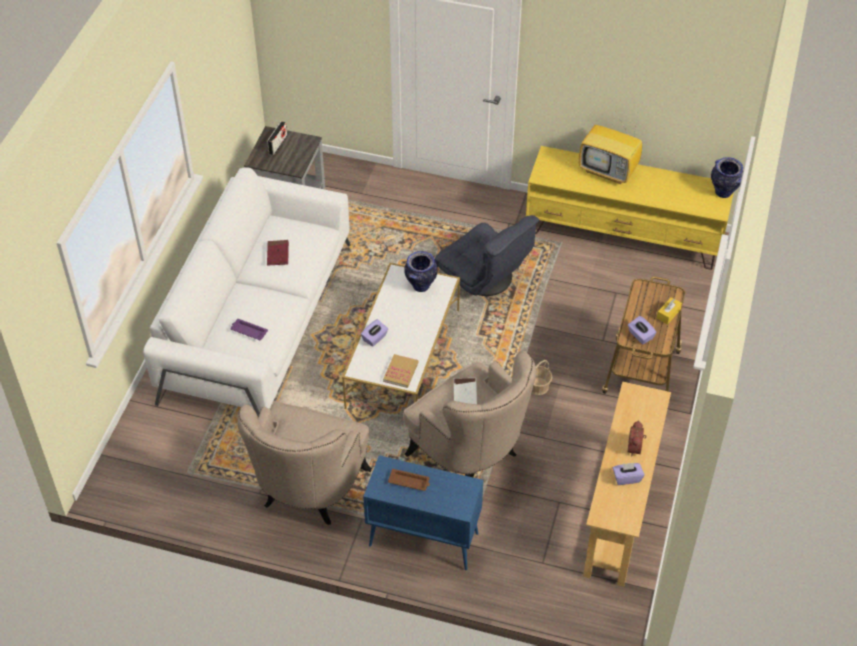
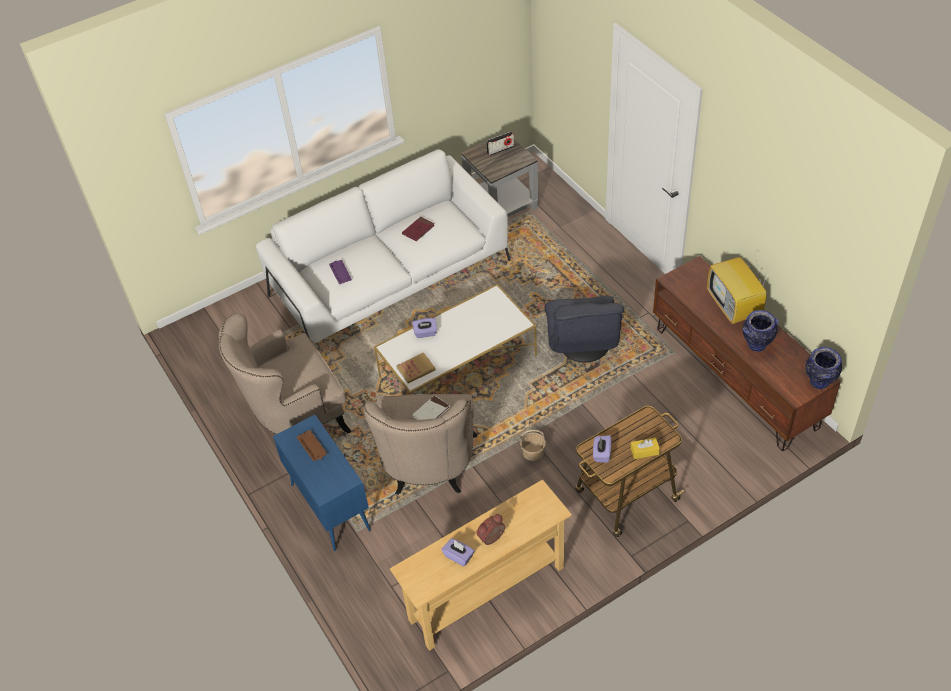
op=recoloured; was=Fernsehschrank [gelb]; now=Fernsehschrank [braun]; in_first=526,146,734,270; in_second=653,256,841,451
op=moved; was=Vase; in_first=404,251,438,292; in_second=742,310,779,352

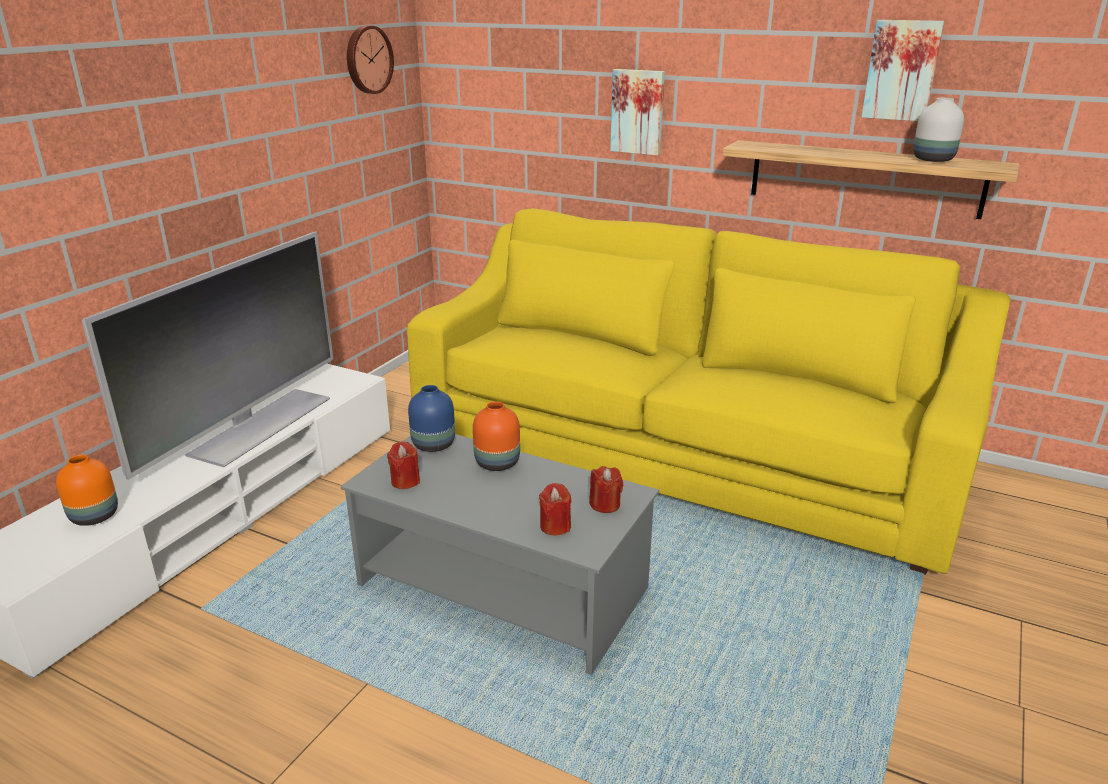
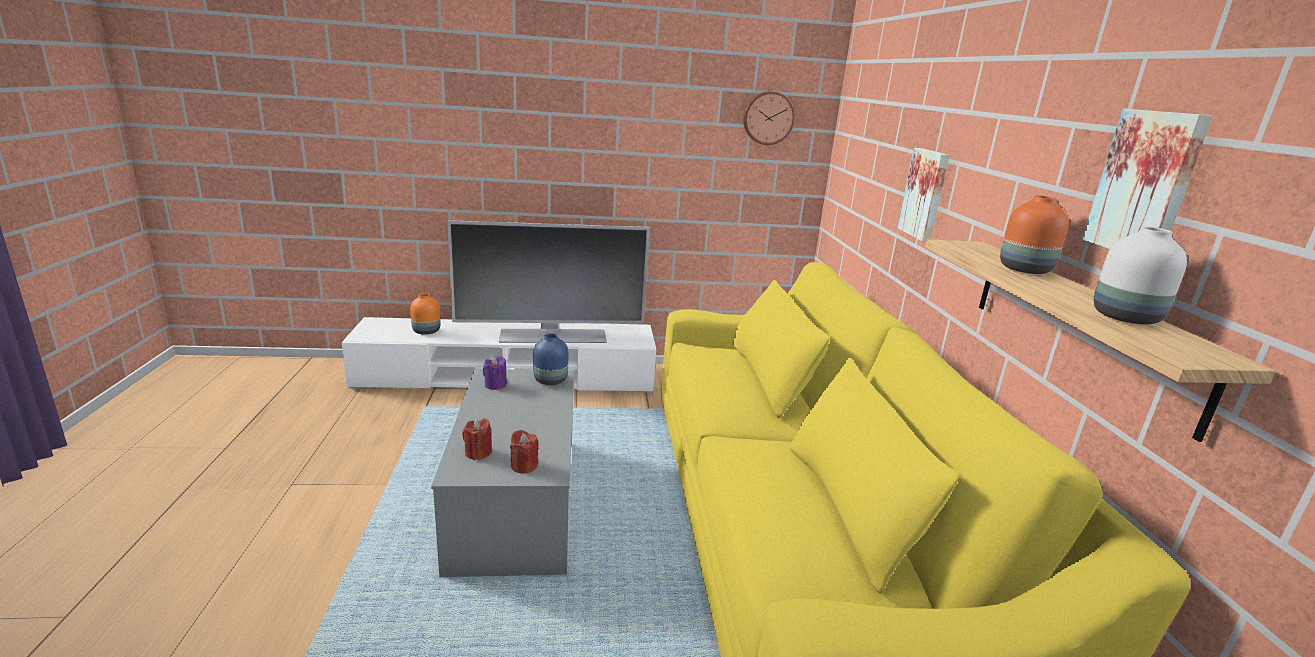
op=moved; was=Vase [orange]; in_first=473,401,520,471; in_second=1000,195,1069,274
op=recoloured; was=Kerze [rot]; now=Kerze [lila]; in_first=387,442,420,489; in_second=483,356,507,390

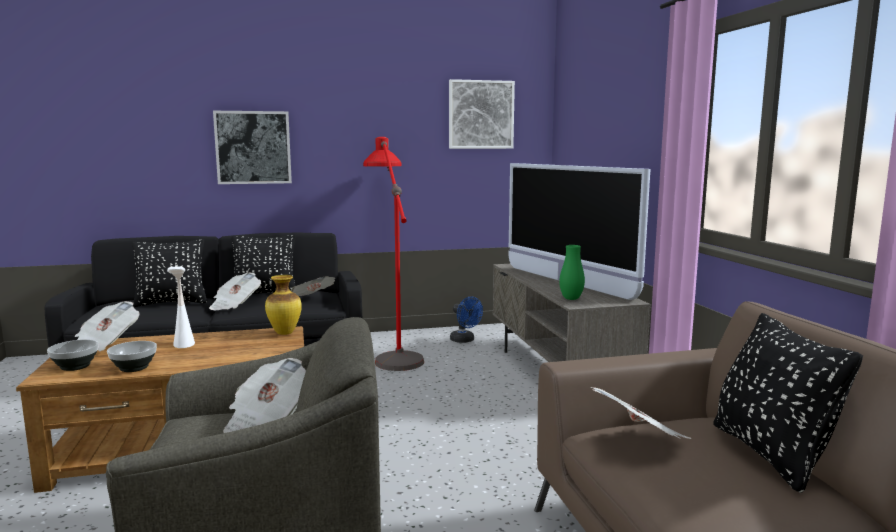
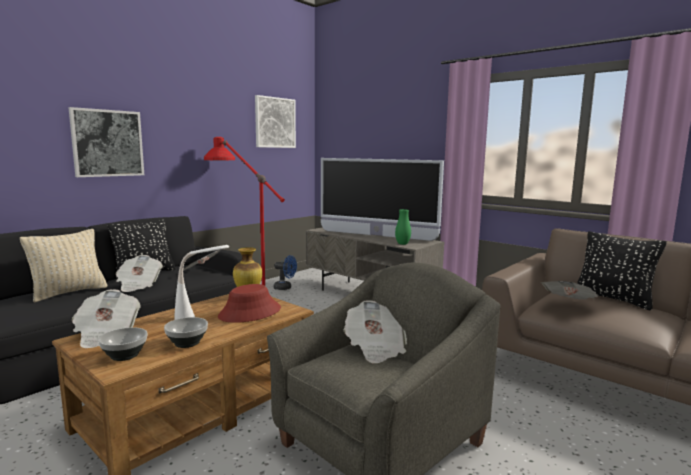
op=recoloured; was=Kissen [schwarz]; now=Kissen [beige]; in_first=132,239,207,307; in_second=20,229,107,302
op=added; now=Hut [rot]; in_second=218,284,281,323

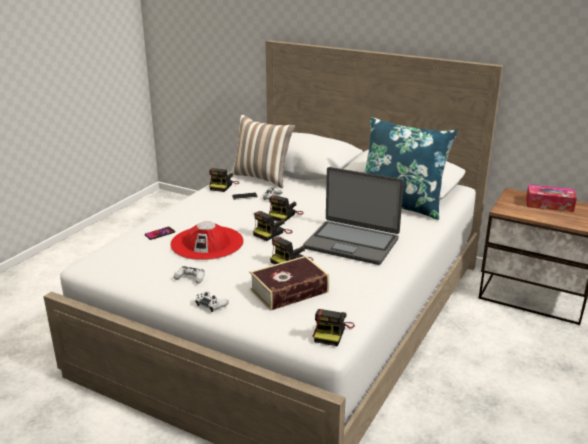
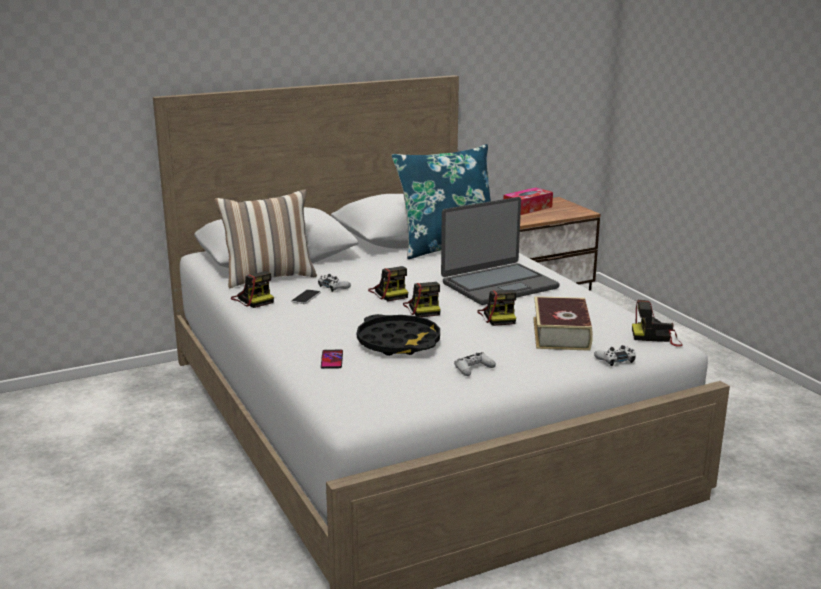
op=replaced; was=Hut [rot]; now=Tablett [schwarz]; in_first=170,221,244,260; in_second=357,314,440,356
op=moved; was=Gamepad [weiß]; in_first=195,291,229,312; in_second=594,345,636,366
op=turned; was=Kamera; in_first=313,309,355,346; in_second=632,300,683,347; clockwise=135

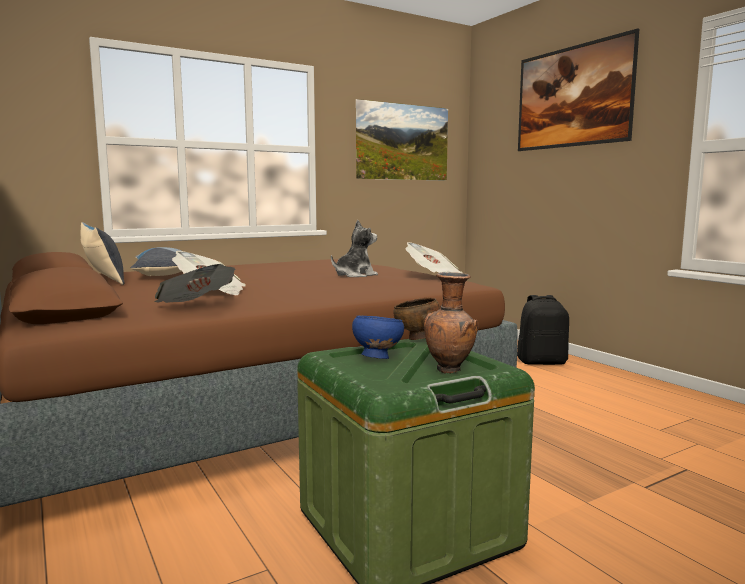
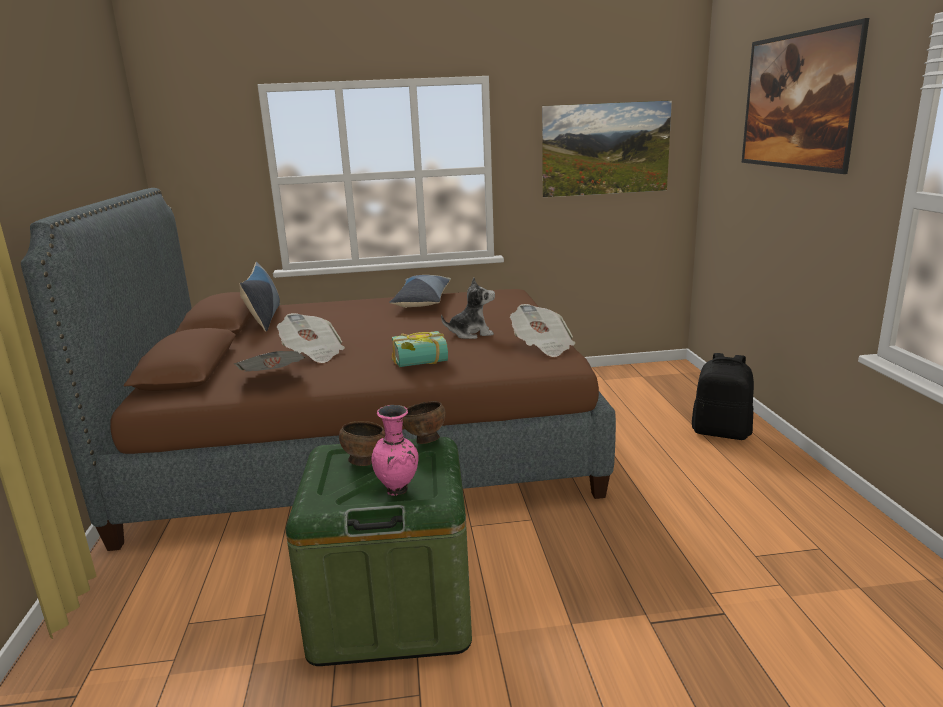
op=moved; was=Kissen; in_first=130,247,182,276; in_second=389,275,451,308
op=recoloured; was=Vase [braun]; now=Vase [rosa]; in_first=424,272,479,374; in_second=371,405,419,496
op=recoloured; was=Schüssel [blau]; now=Schüssel [braun]; in_first=352,315,404,359; in_second=339,421,385,466
op=added; now=Buch; in_second=392,331,448,367

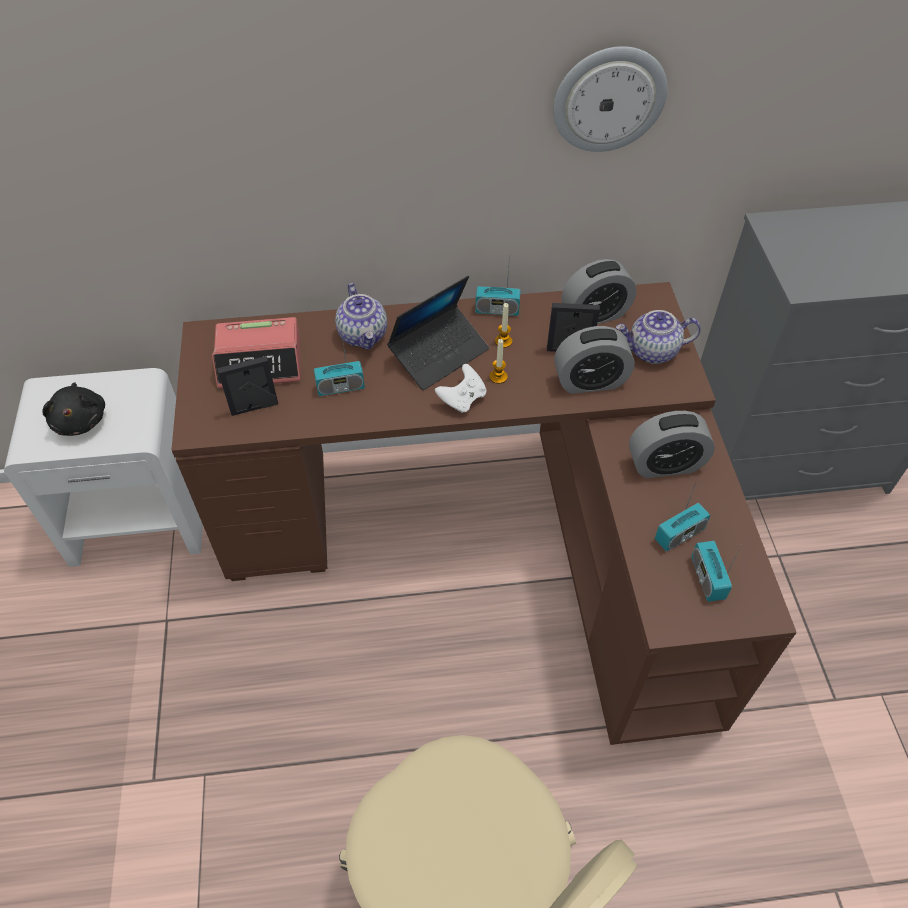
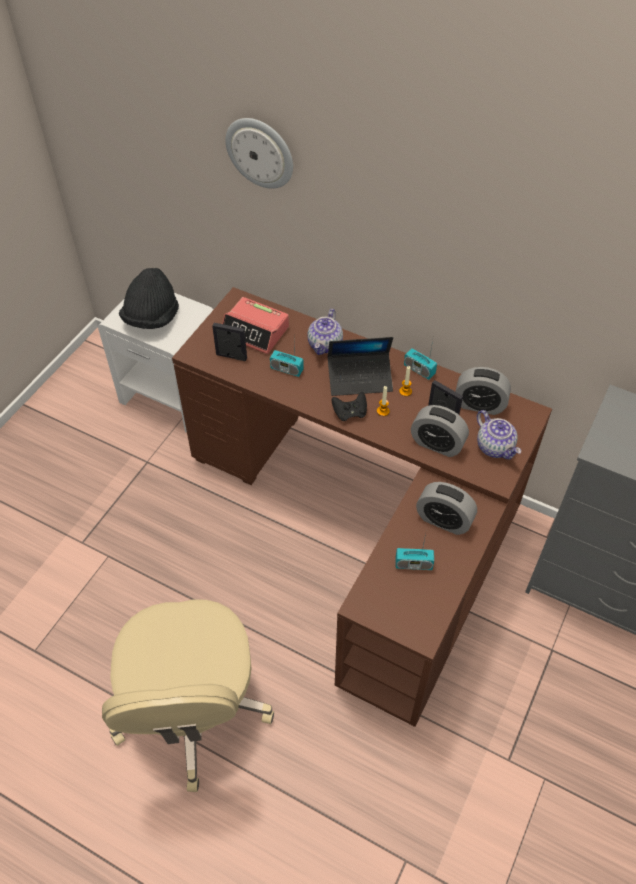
op=moved; was=Wanduhr; in_first=553,46,668,152; in_second=225,118,293,189
op=turned; was=Teekanne; in_first=616,310,701,364; in_second=477,410,521,459; clockwise=-150
op=recoloured; was=Gamepad [weiß]; now=Gamepad [schwarz]; in_first=435,364,487,413; in_second=332,392,367,421
op=replaced; was=Plüschtier [schwarz]; now=Hut [schwarz]; in_first=42,382,105,436; in_second=119,268,179,329
op=removed; was=Radio; in_first=691,541,742,602

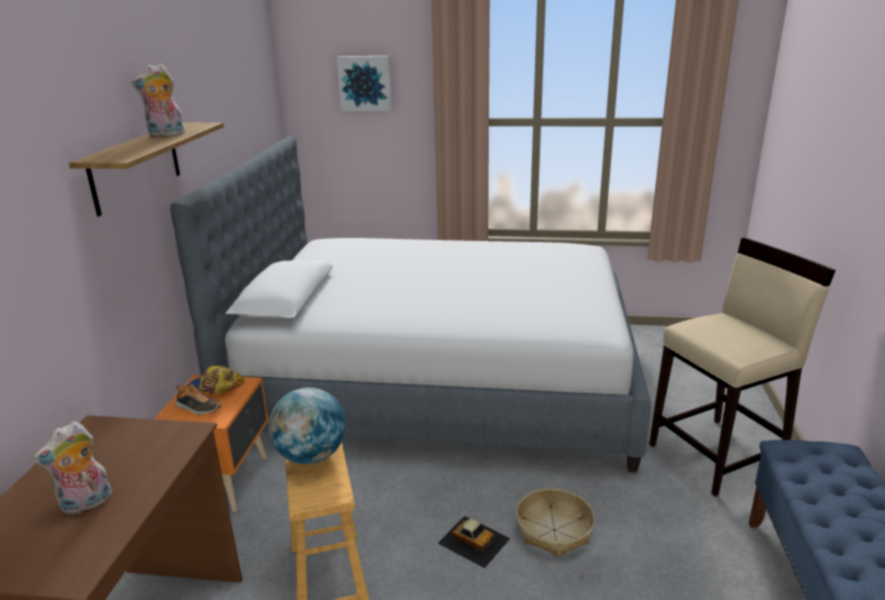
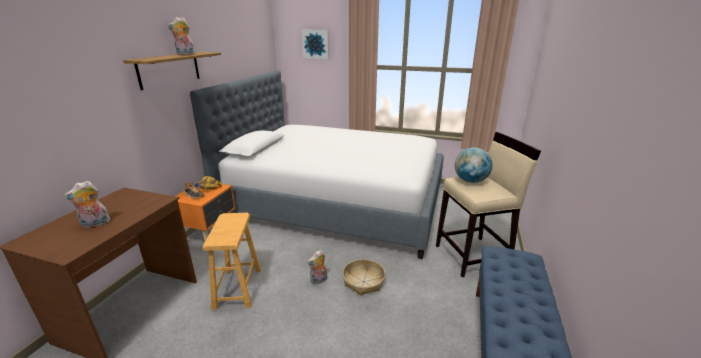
op=moved; was=Globus; in_first=269,387,346,464; in_second=455,147,492,183
op=replaced; was=Spielzeugauto; now=Plüschtier; in_first=438,516,510,568; in_second=307,250,327,284

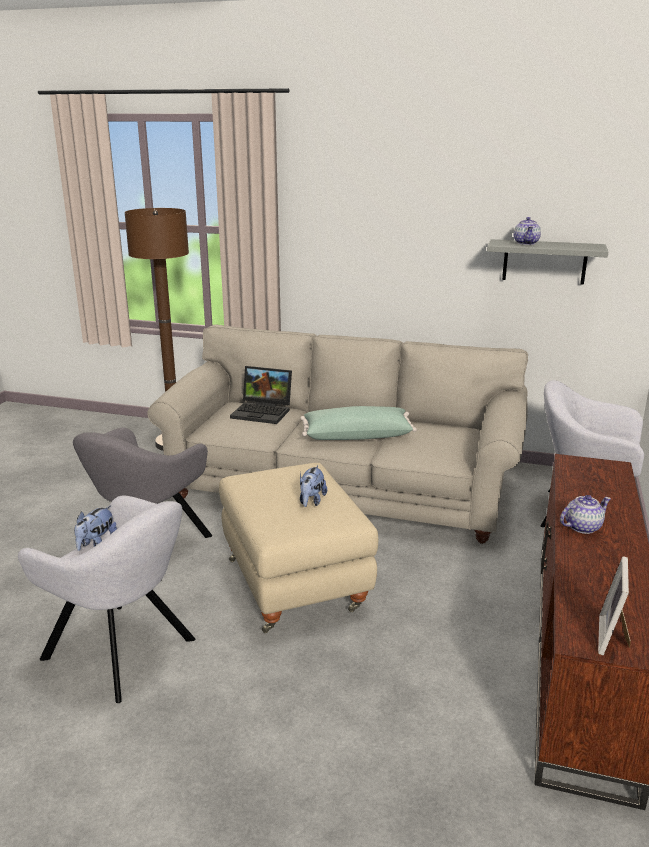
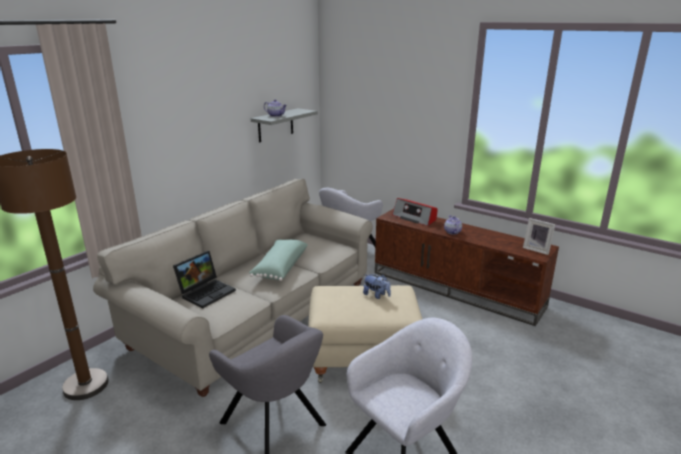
op=removed; was=Plüschtier; in_first=74,506,117,551
op=added; now=Radio; in_second=392,198,438,226

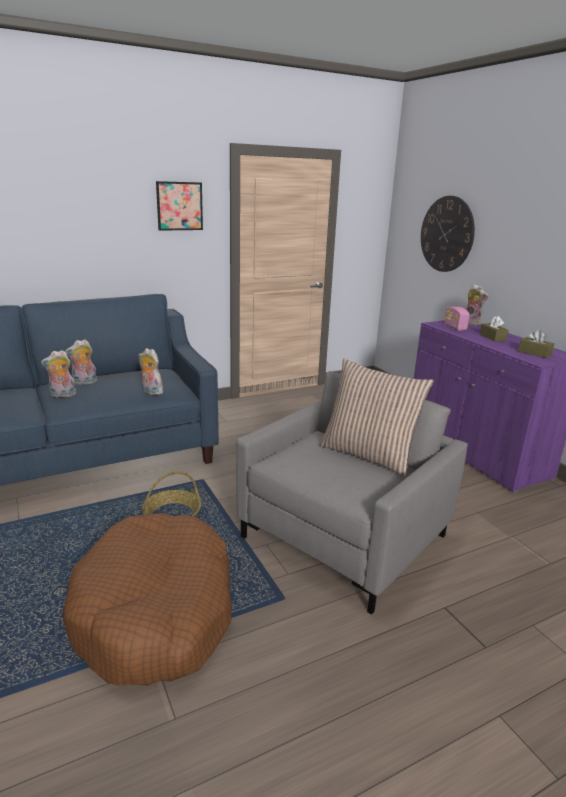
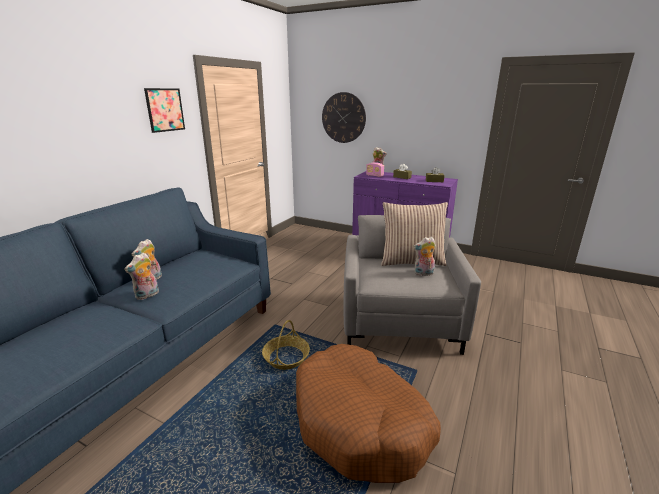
op=moved; was=Plüschtier; in_first=138,348,163,395; in_second=413,237,436,276

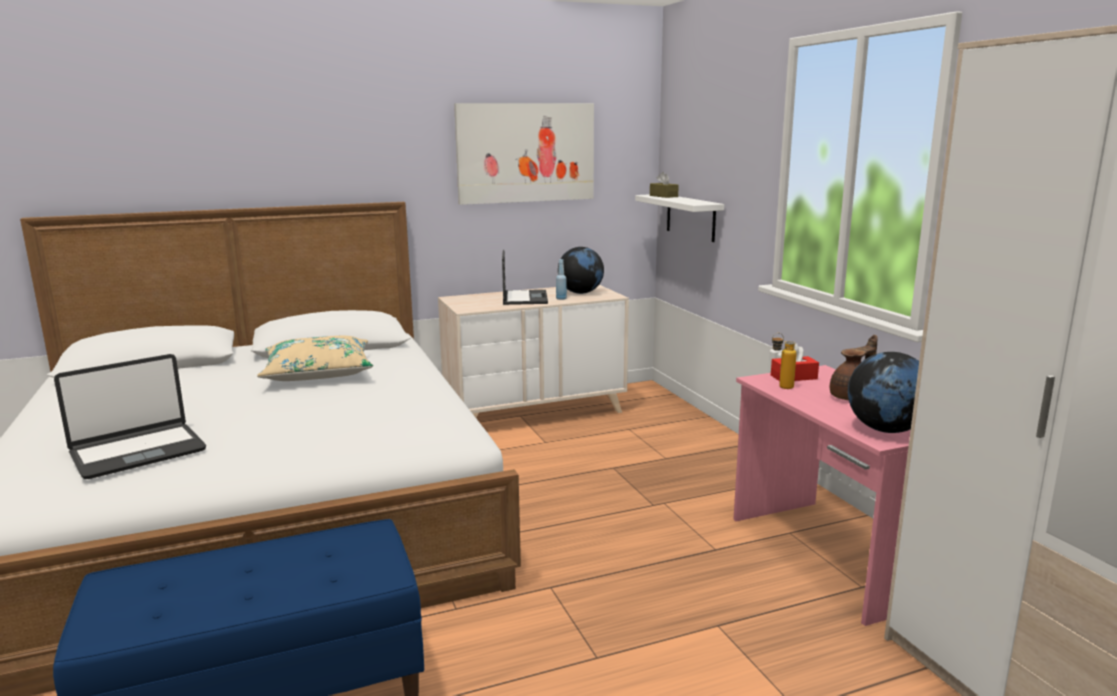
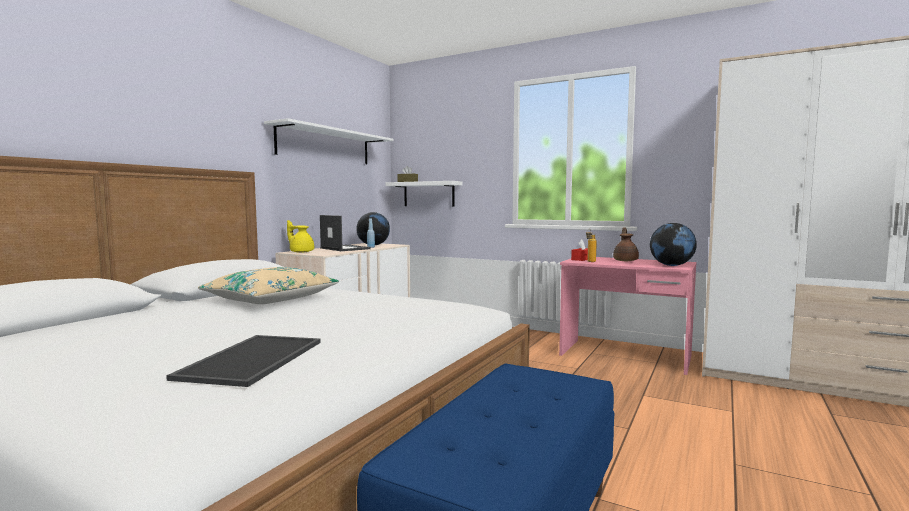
op=replaced; was=Bild; now=Wandregal [weiß]; in_first=454,103,594,205; in_second=264,118,393,164
op=replaced; was=Laptop; now=Tablett; in_first=54,354,206,479; in_second=166,335,321,387
op=added; now=Teekanne [gelb]; in_second=287,220,314,253

